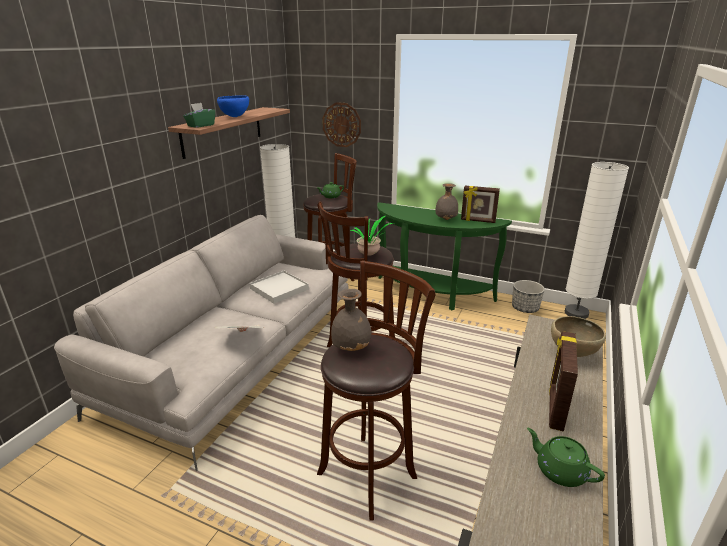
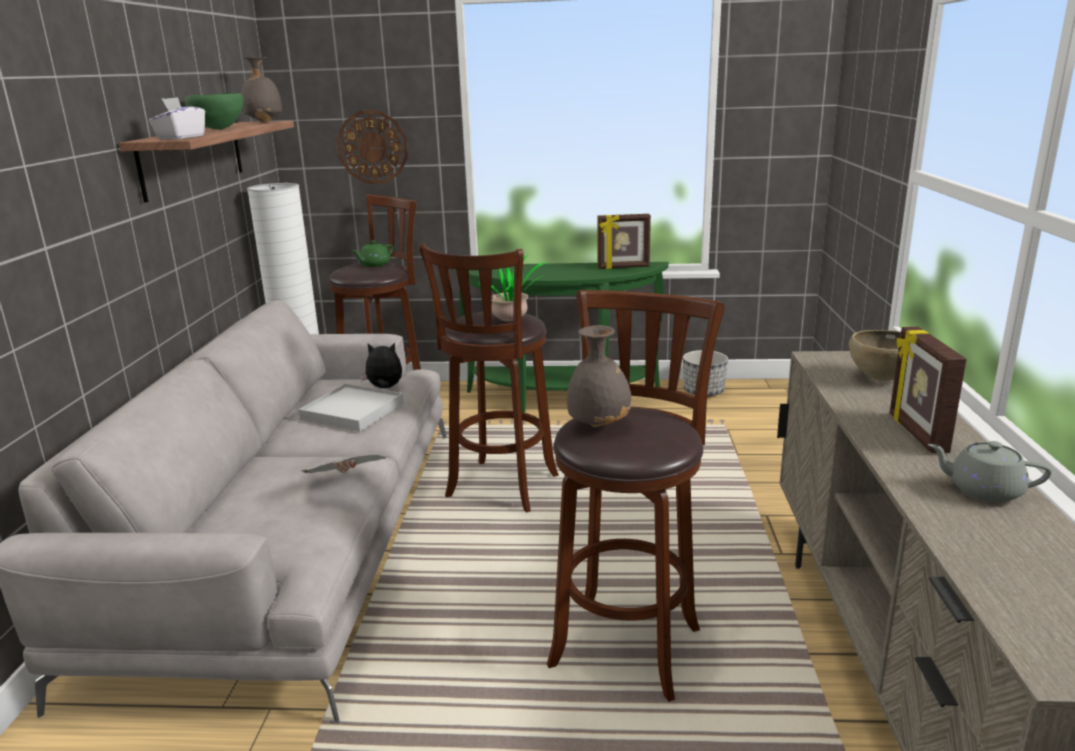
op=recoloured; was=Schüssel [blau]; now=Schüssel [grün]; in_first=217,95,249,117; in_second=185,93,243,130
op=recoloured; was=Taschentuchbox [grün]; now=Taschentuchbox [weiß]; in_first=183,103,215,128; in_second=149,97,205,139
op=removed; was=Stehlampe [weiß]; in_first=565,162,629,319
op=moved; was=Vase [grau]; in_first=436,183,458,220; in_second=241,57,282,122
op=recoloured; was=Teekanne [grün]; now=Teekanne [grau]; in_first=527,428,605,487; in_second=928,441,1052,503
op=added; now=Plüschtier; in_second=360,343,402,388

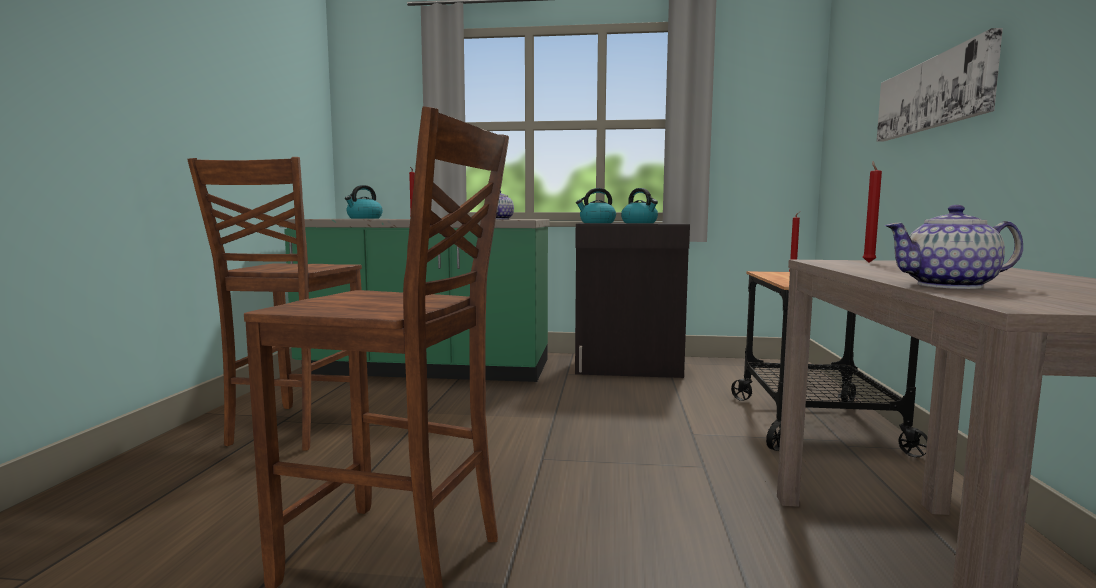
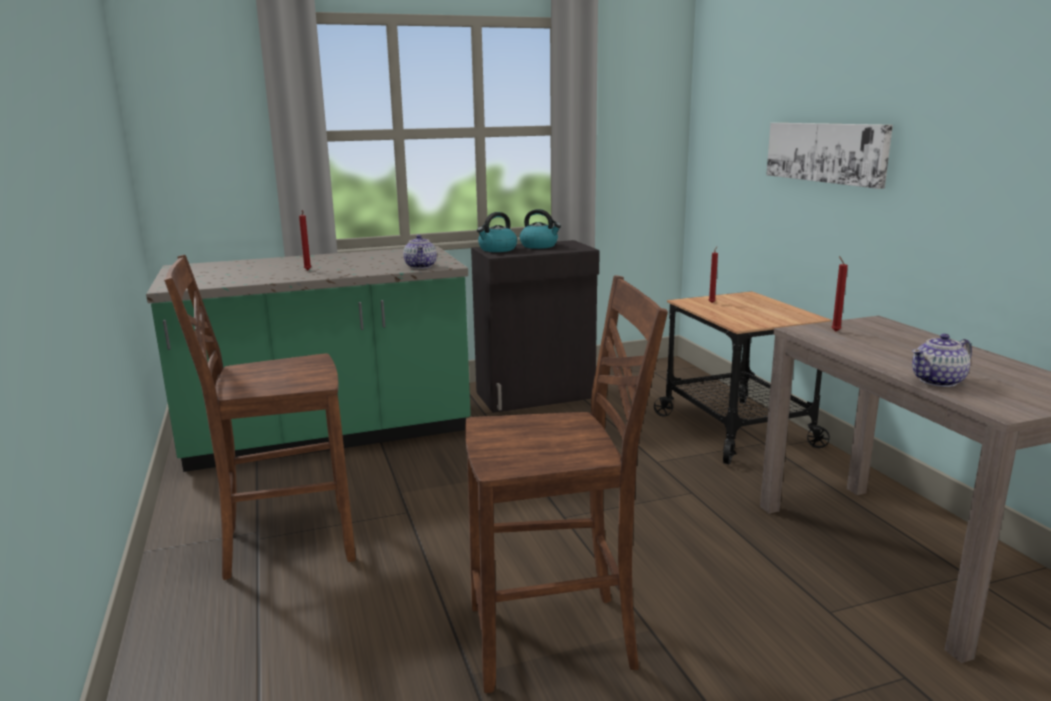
op=turned; was=Stuhl [braun]; in_first=187,157,362,451; in_second=164,255,356,580; clockwise=90
op=removed; was=Wasserkessel; in_first=345,185,383,219

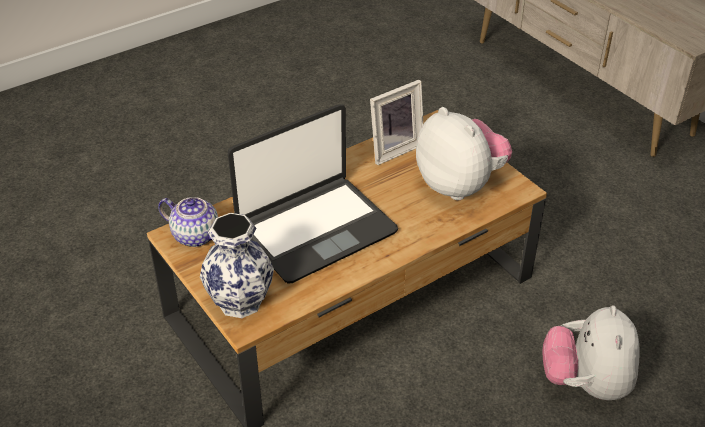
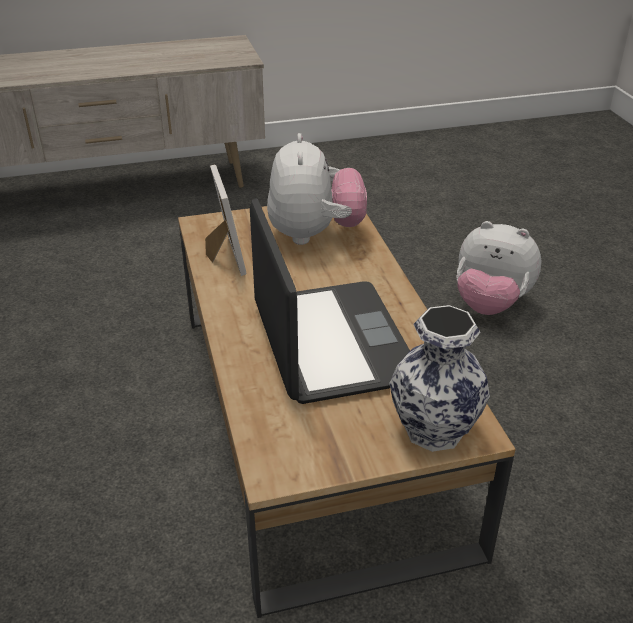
op=turned; was=Plüschtier; in_first=416,107,512,200; in_second=267,133,367,245; clockwise=105
op=removed; was=Teekanne; in_first=158,197,218,247

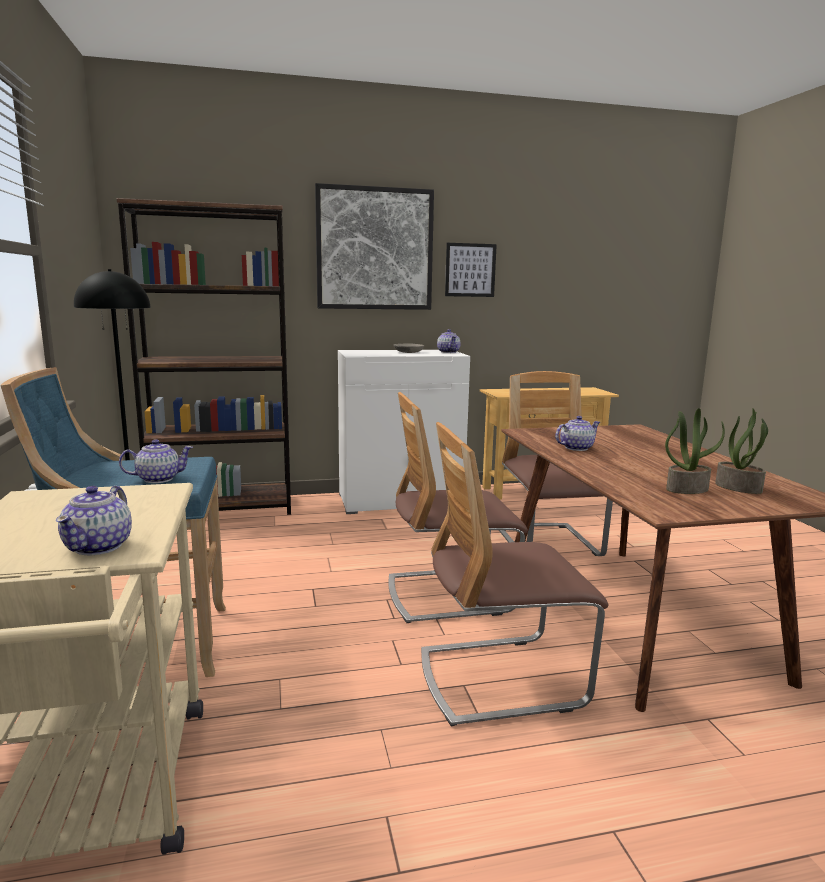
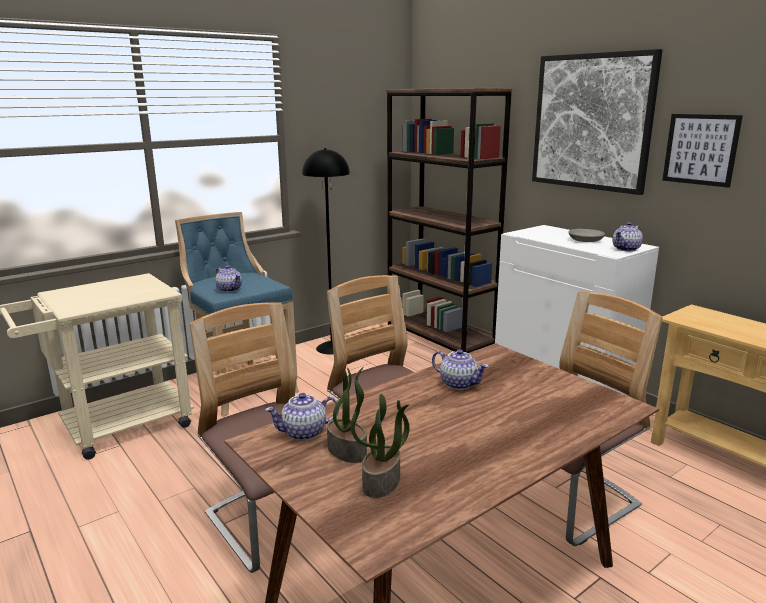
op=moved; was=Teekanne; in_first=56,486,132,555; in_second=265,393,339,441

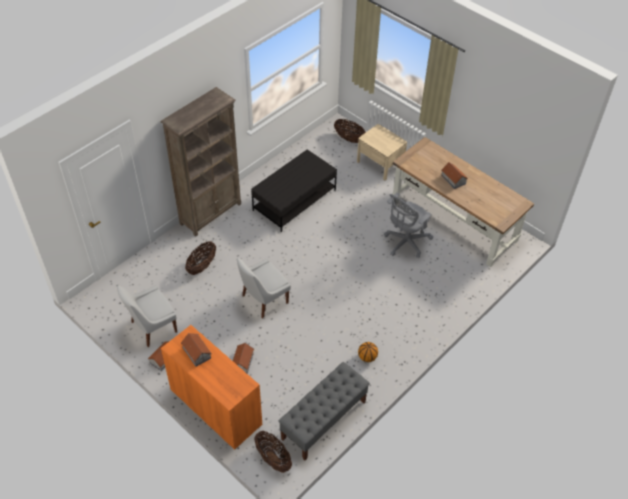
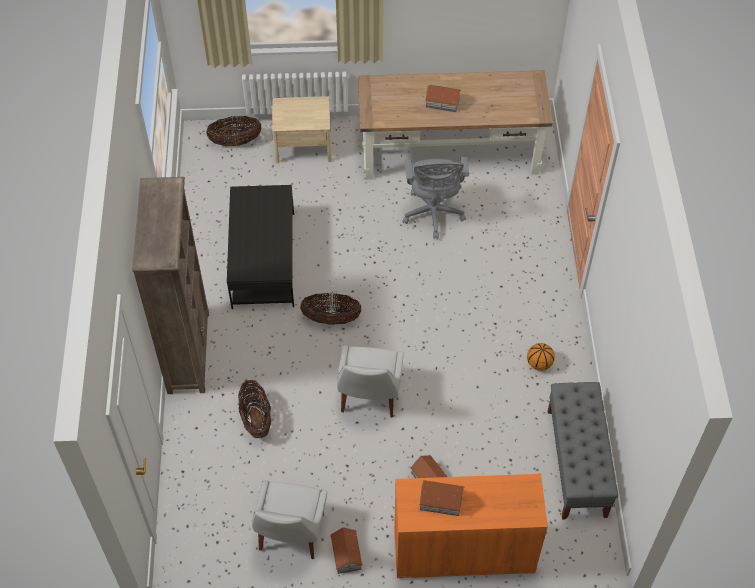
op=moved; was=Korb; in_first=254,431,292,473; in_second=300,293,361,325

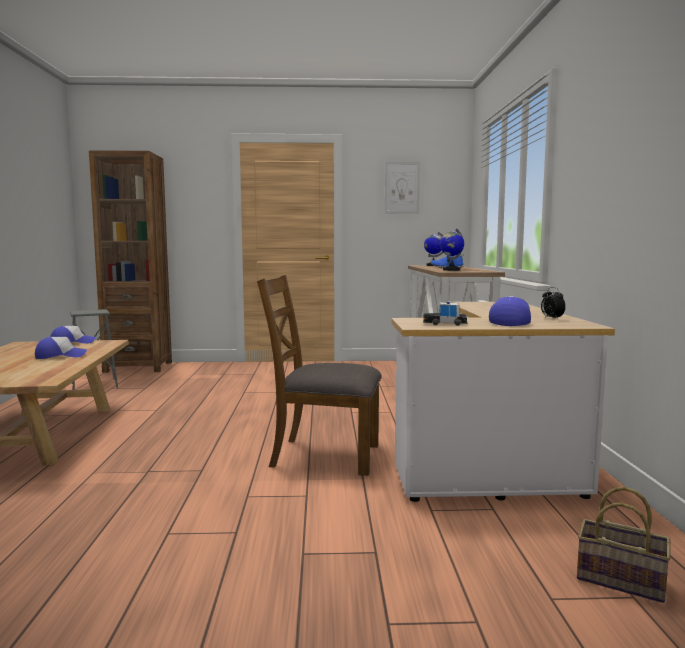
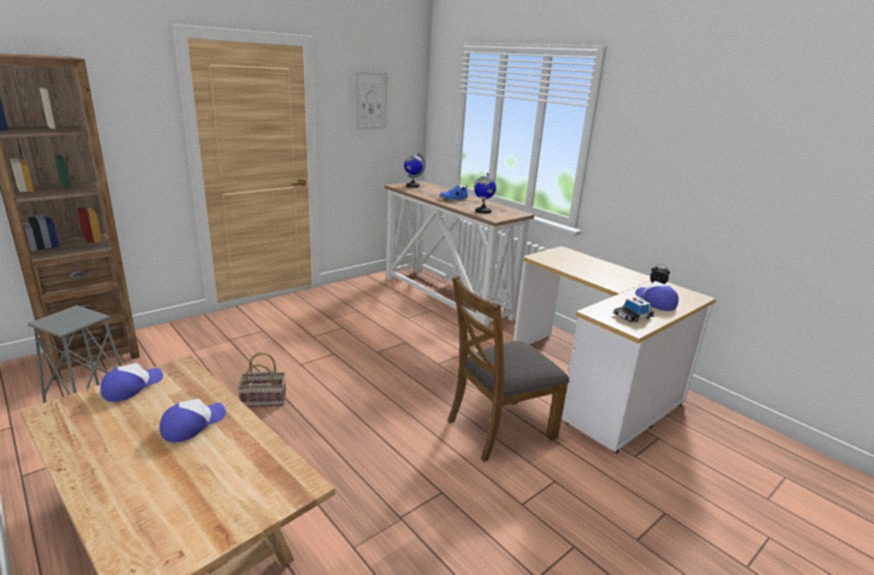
op=moved; was=Korb; in_first=577,486,670,603; in_second=237,353,286,407

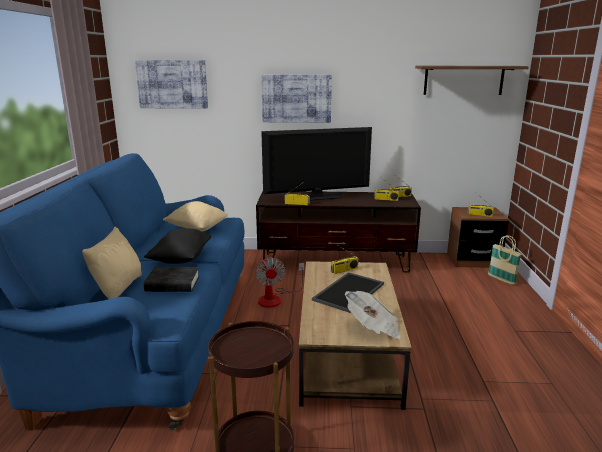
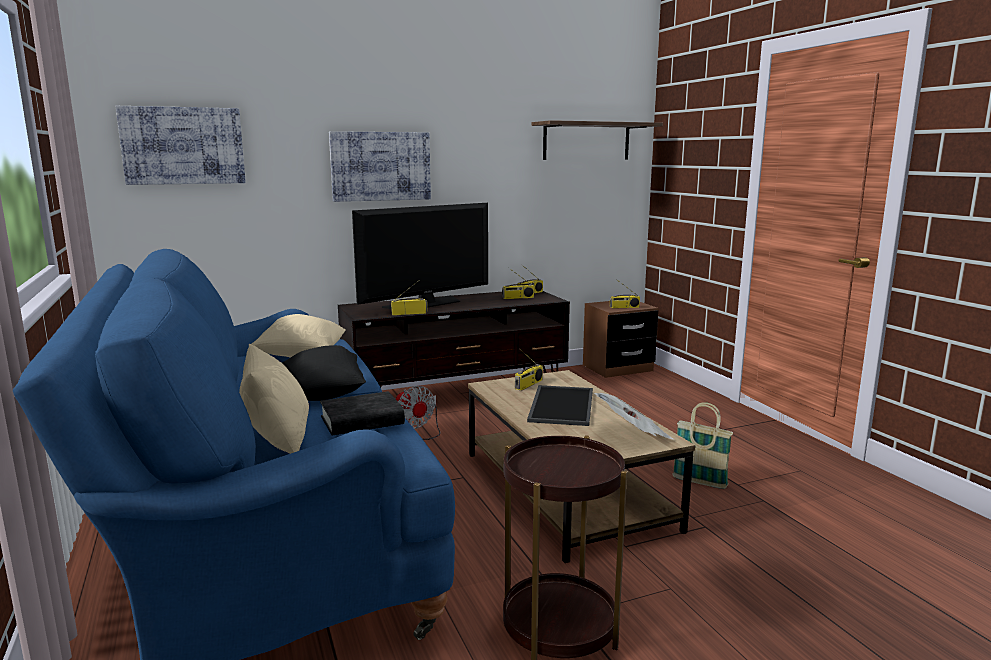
op=moved; was=Korb; in_first=488,235,522,285; in_second=672,402,733,489

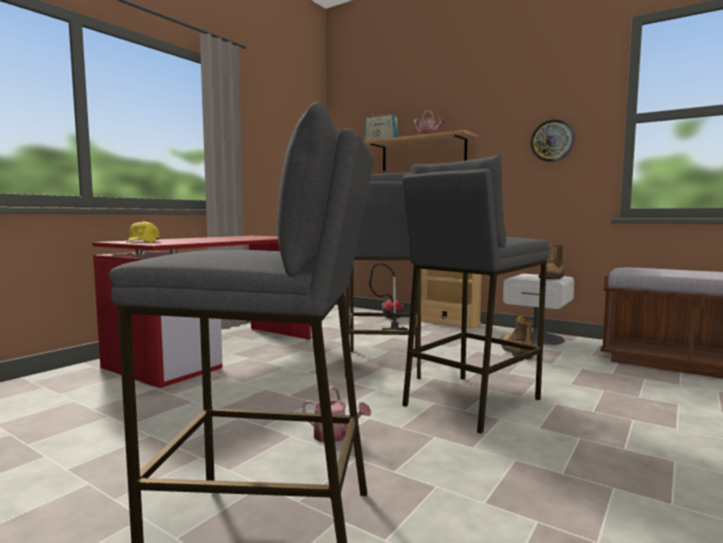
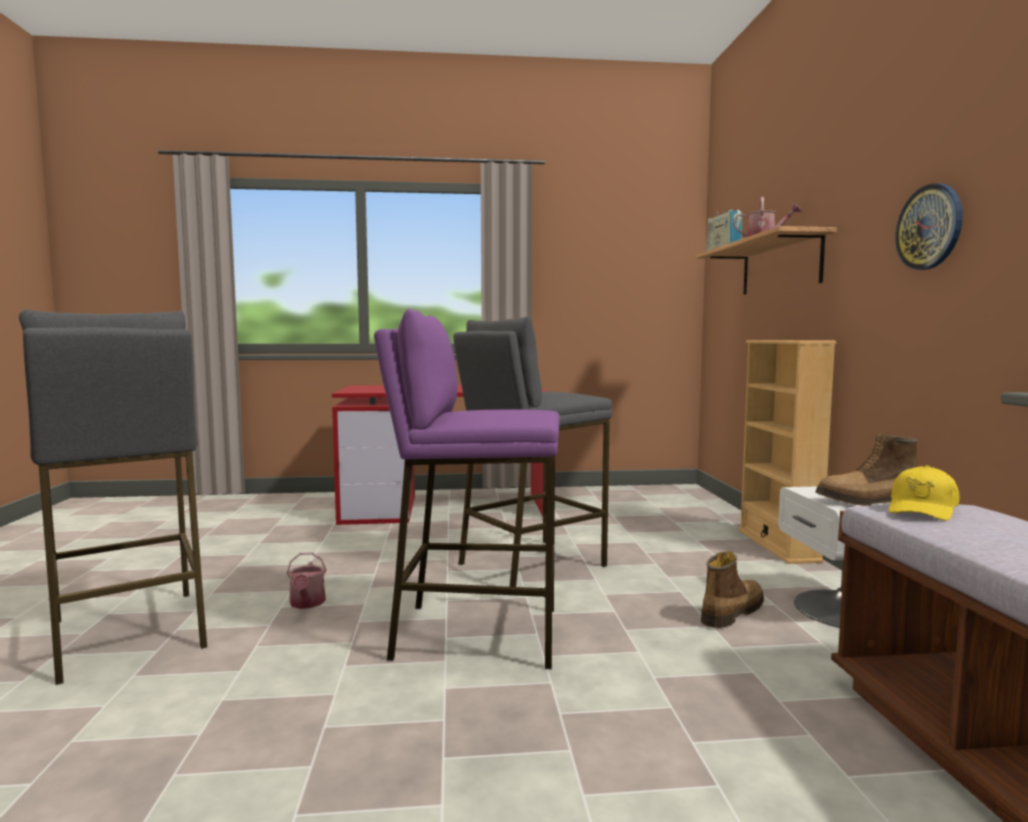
op=recoloured; was=Hocker [grau]; now=Hocker [lila]; in_first=402,155,549,434; in_second=374,309,560,669
op=moved; was=Kappe [gelb]; in_first=126,221,159,243; in_second=889,465,960,521
op=removed; was=Staubsauger; in_first=369,263,408,330

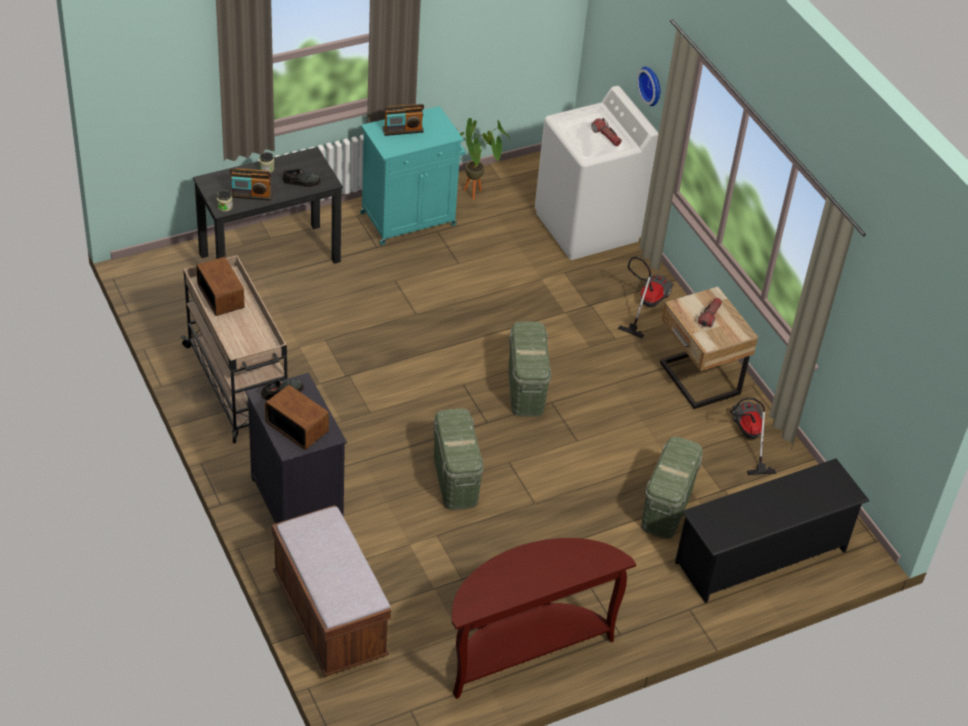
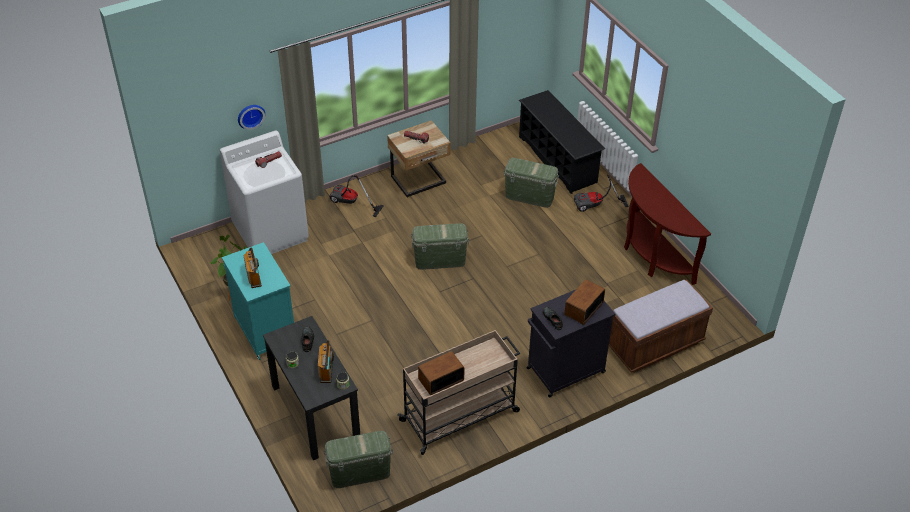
op=moved; was=Staubsauger; in_first=730,397,776,475; in_second=574,175,629,212
op=moved; was=Aufbewahrungsbox [grün]; in_first=433,408,484,510; in_second=323,431,393,488

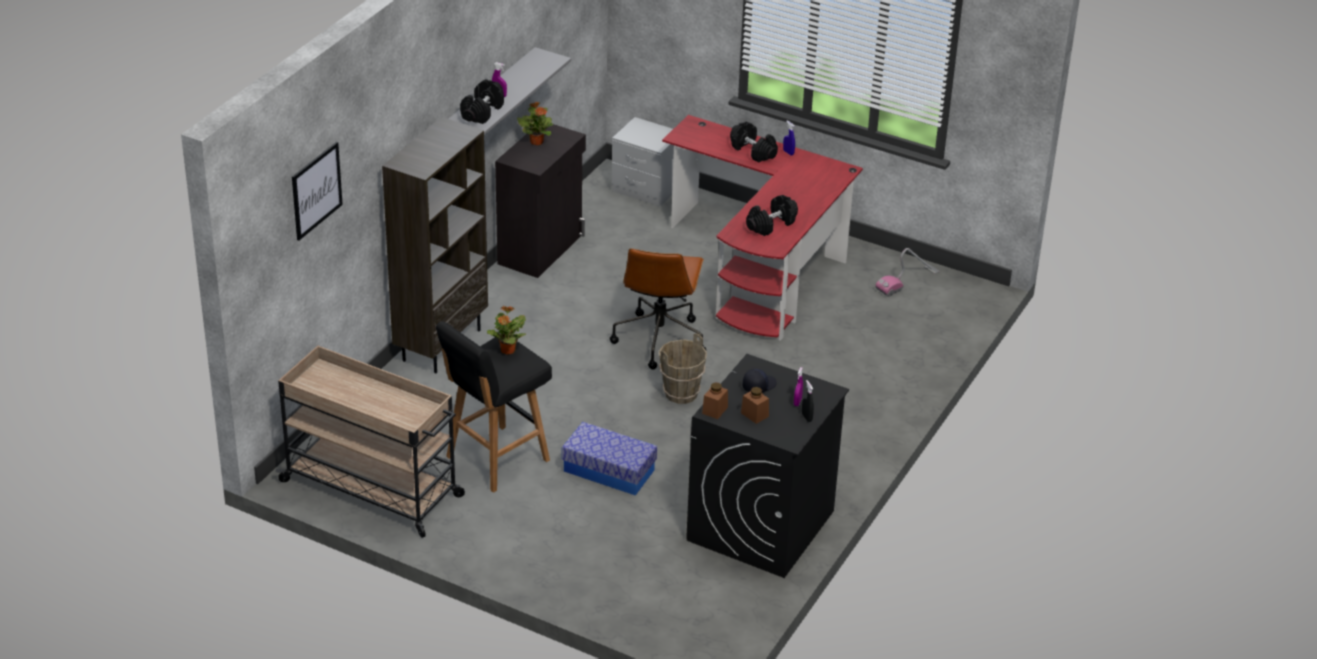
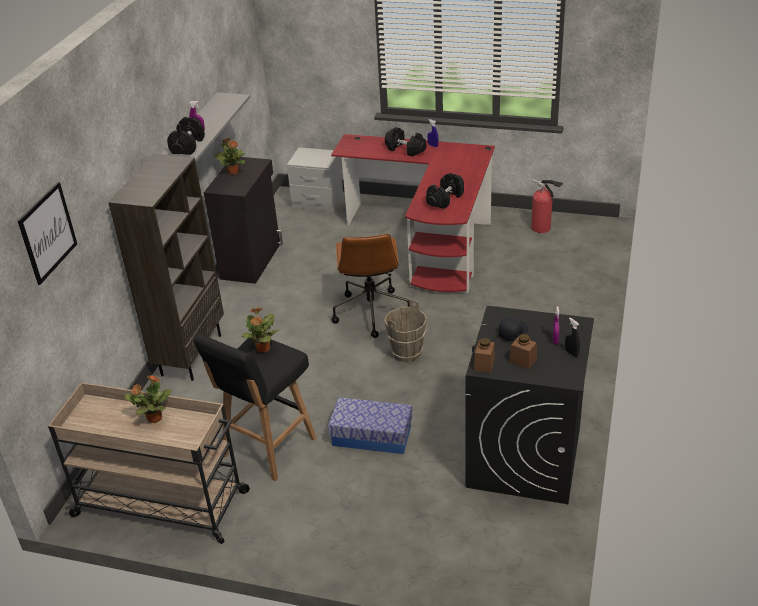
op=replaced; was=Staubsauger; now=Feuerlöscher; in_first=875,248,939,297; in_second=531,180,563,233
op=added; now=Topfpflanze; in_second=125,375,172,423

